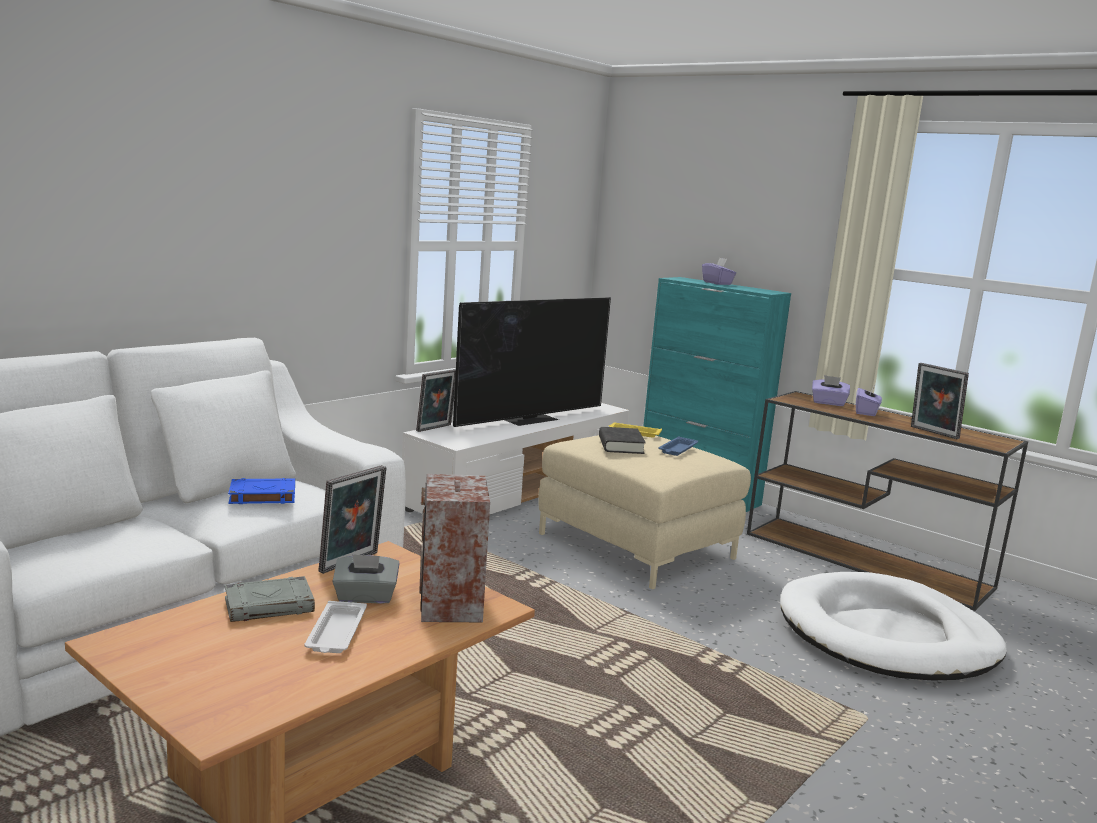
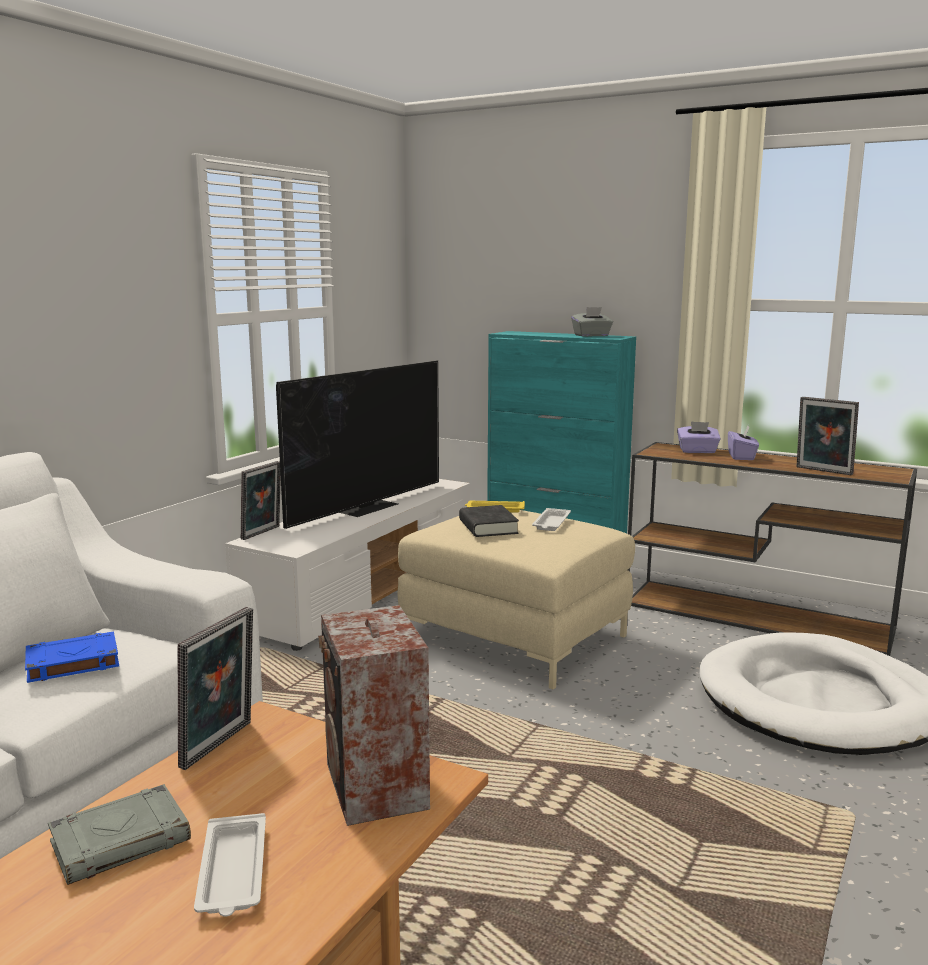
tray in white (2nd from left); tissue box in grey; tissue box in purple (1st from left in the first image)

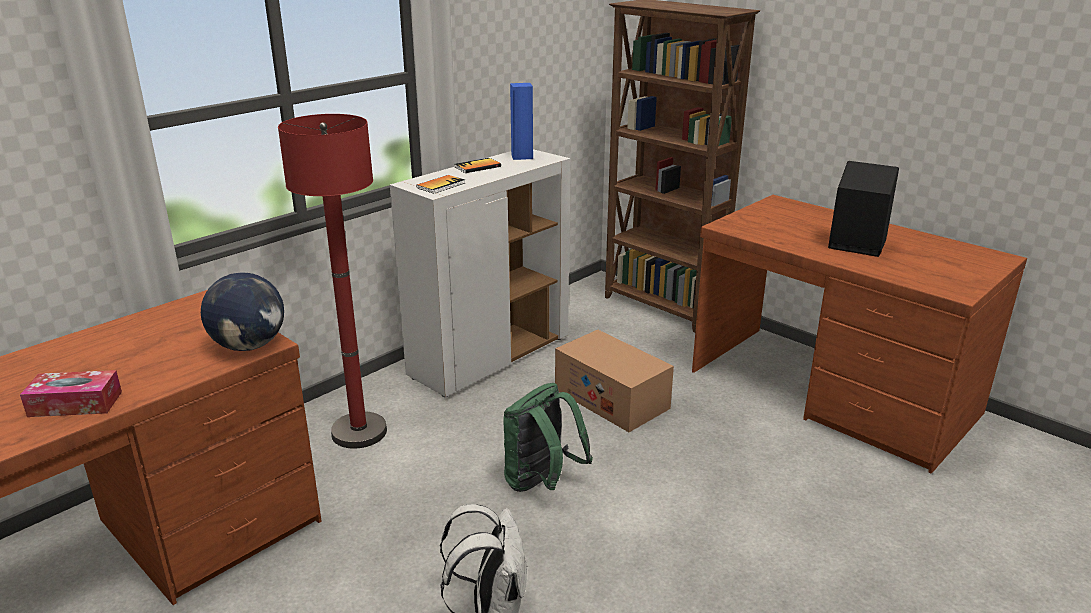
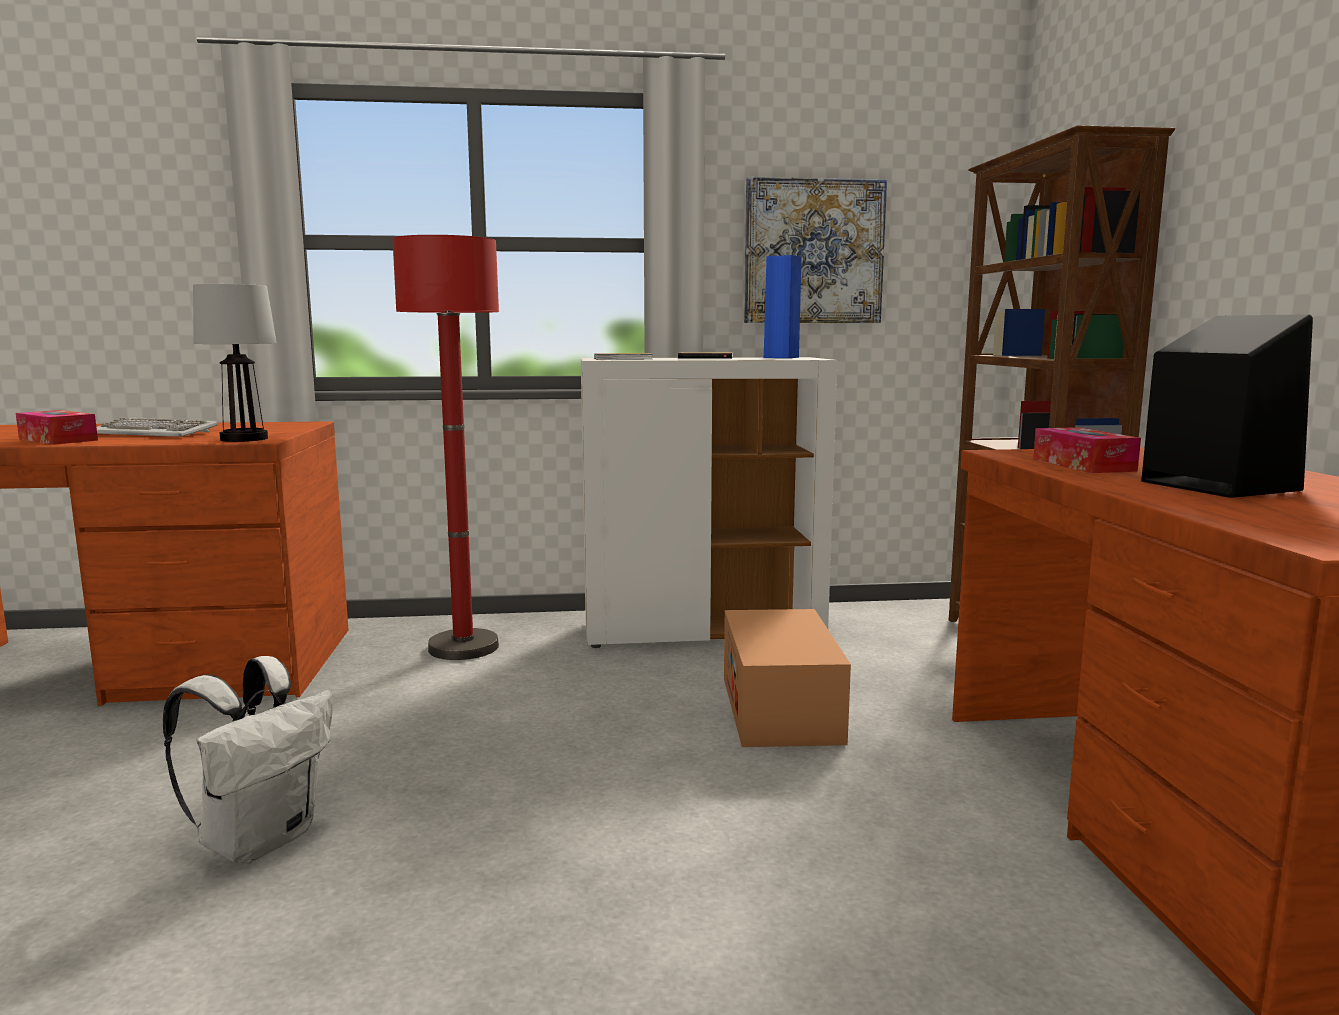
keyboard; table lamp; picture; tissue box (2nd from left); backpack in green

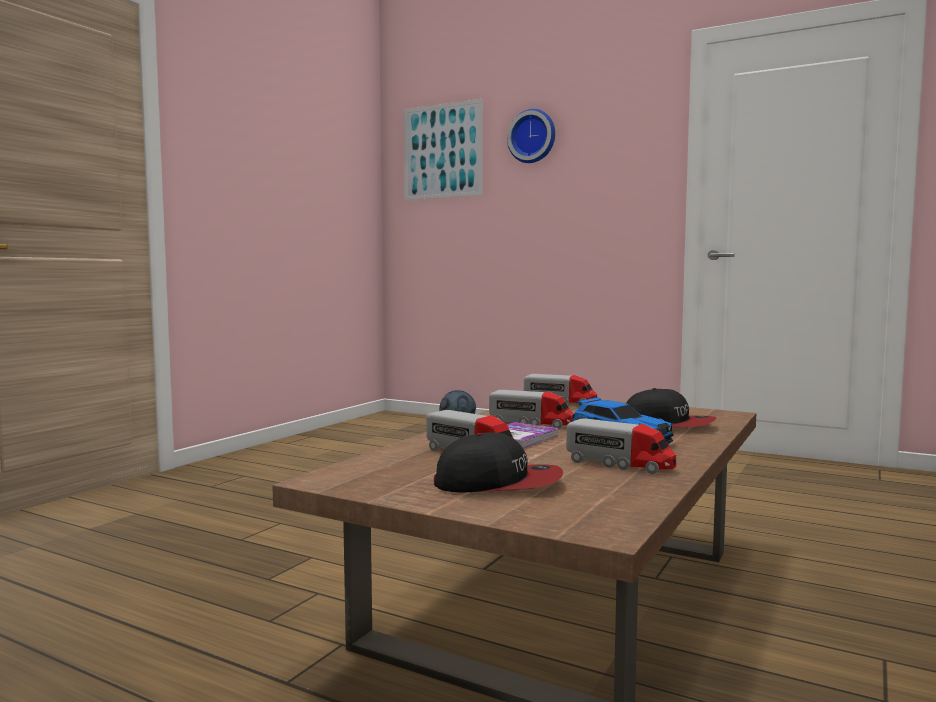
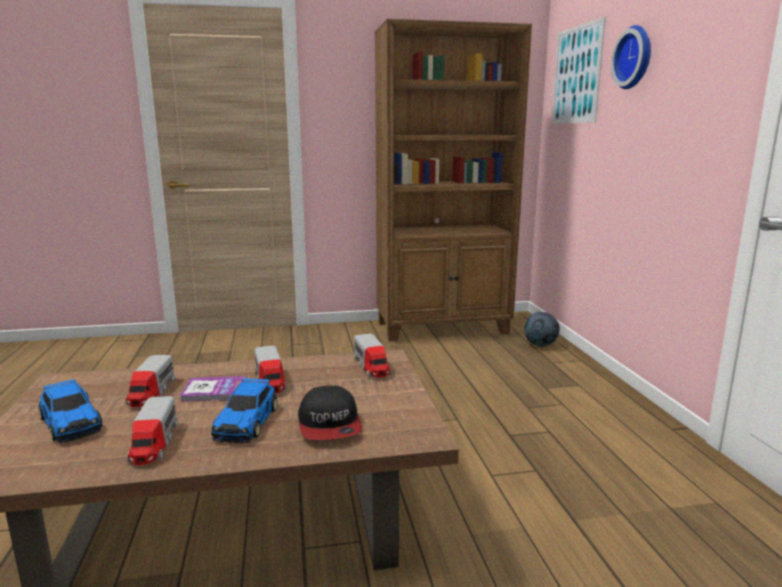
toy car (1st from left); bookcase in brown

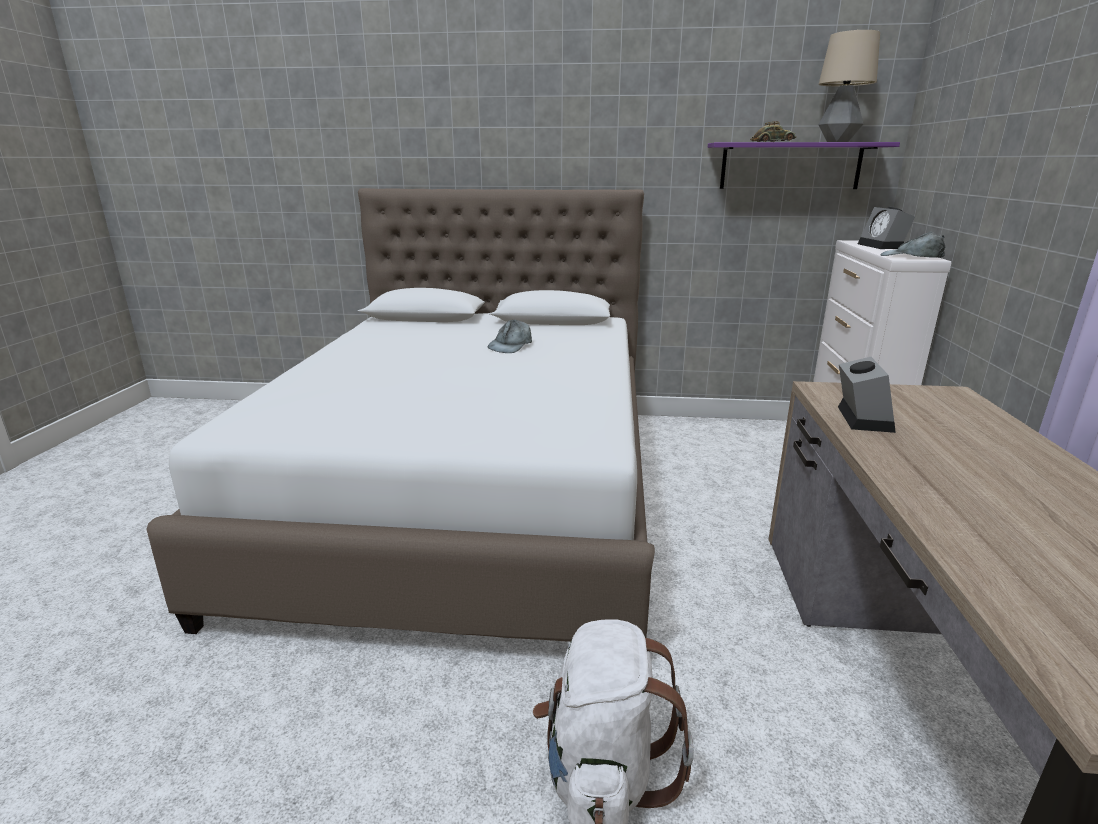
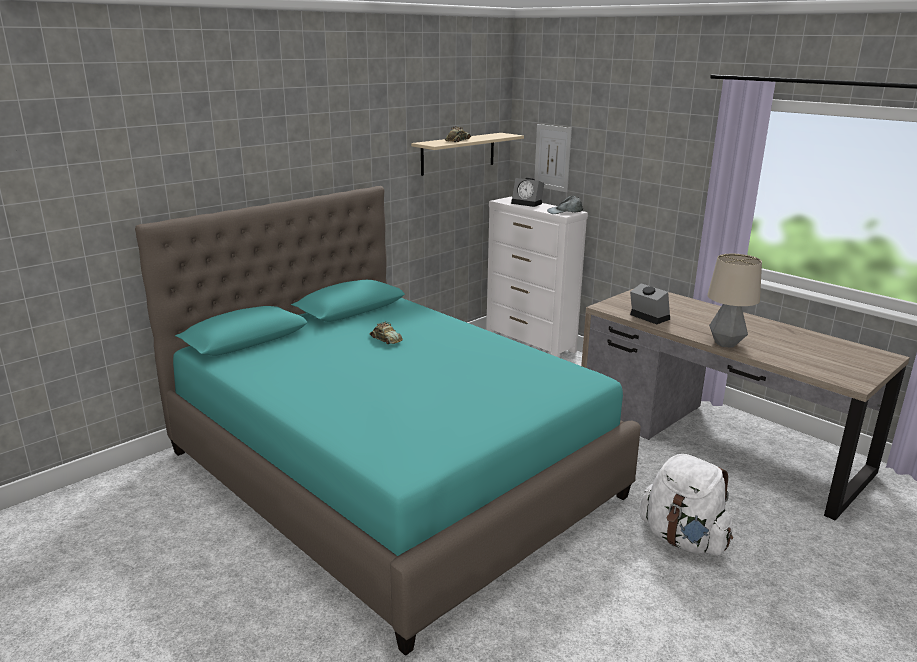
bed in turquoise; toy car (1st from left); shelf in beige; picture; table lamp

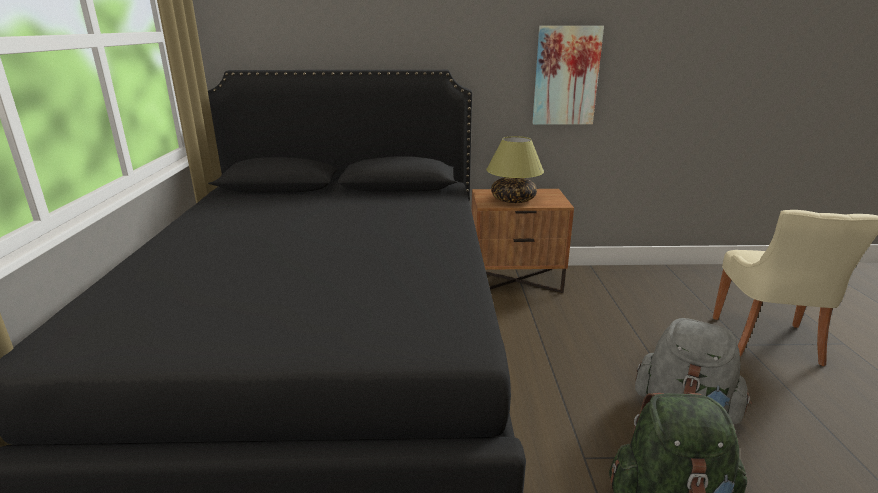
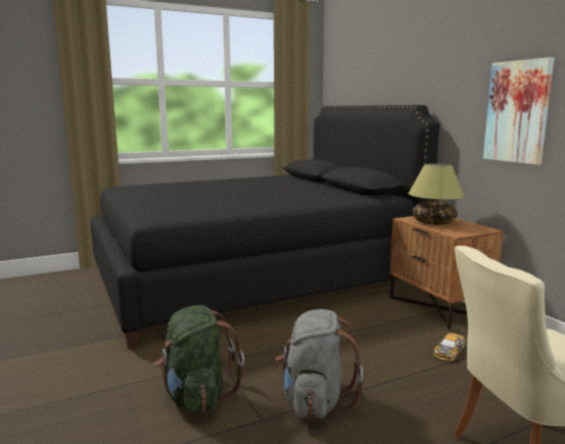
toy car

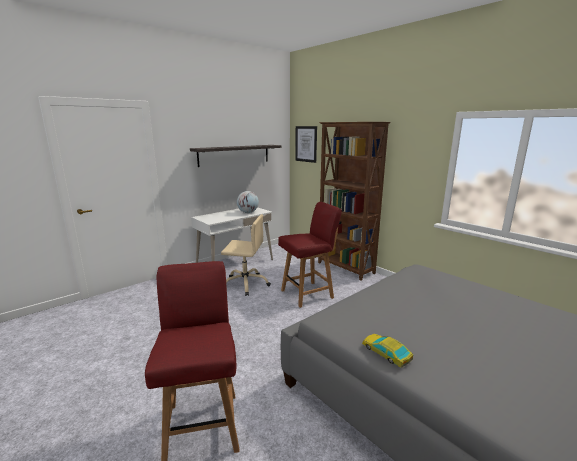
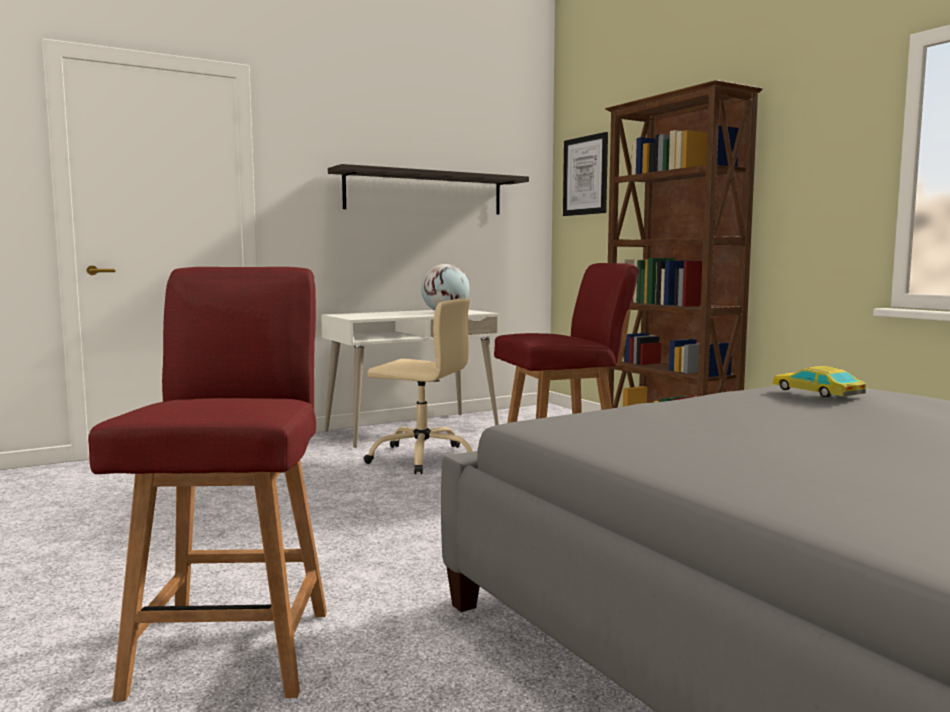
toy car

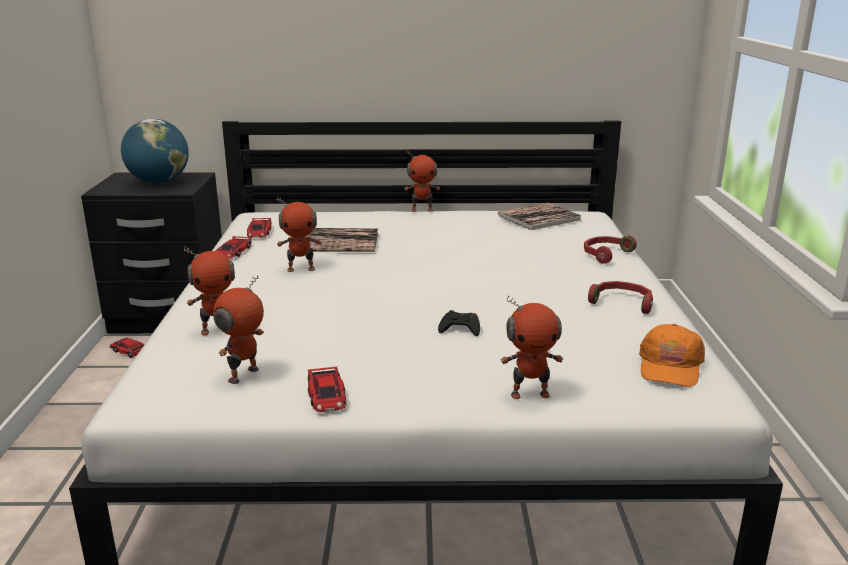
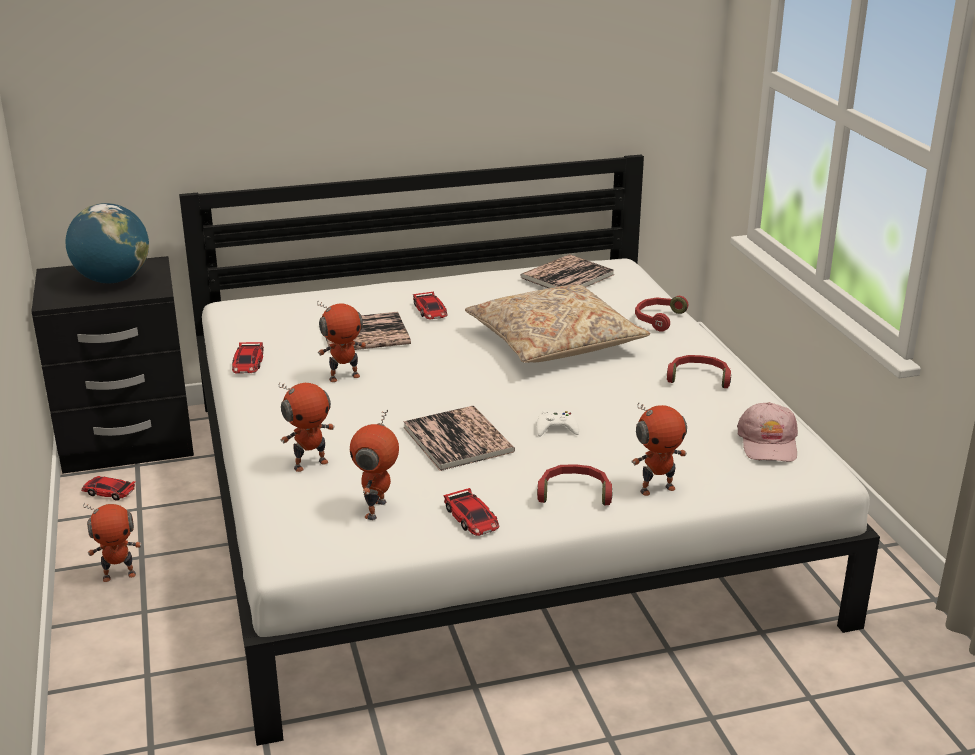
toy robot (1st from left); book (2nd from left); toy car (3rd from left); pillow in beige; game controller in white; headphones in red (1st from left); cap in pink

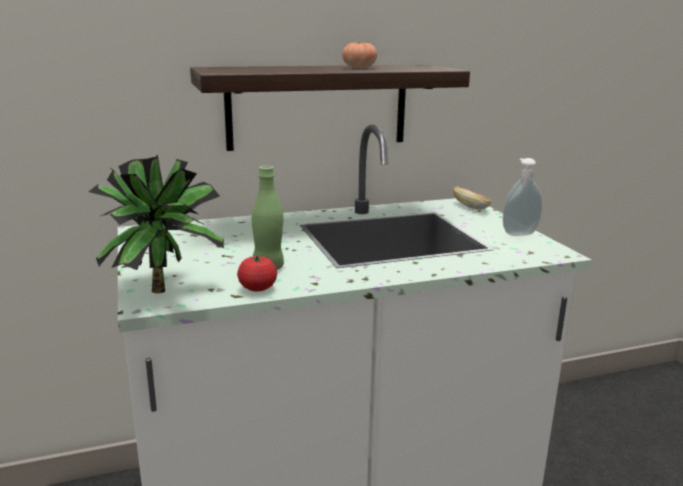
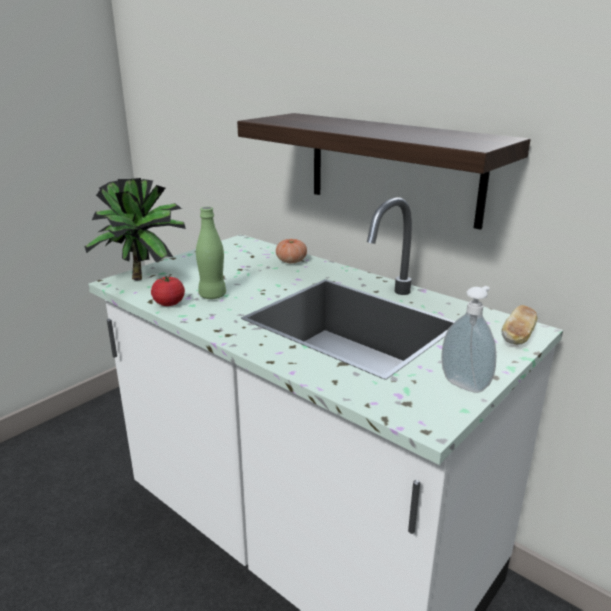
tomato (2nd from left)

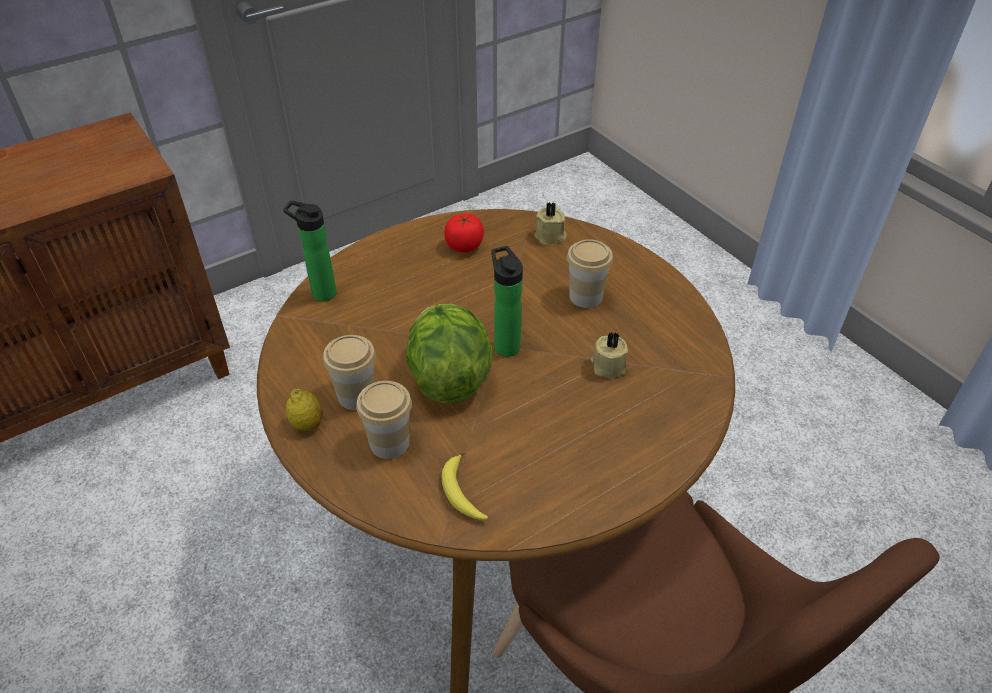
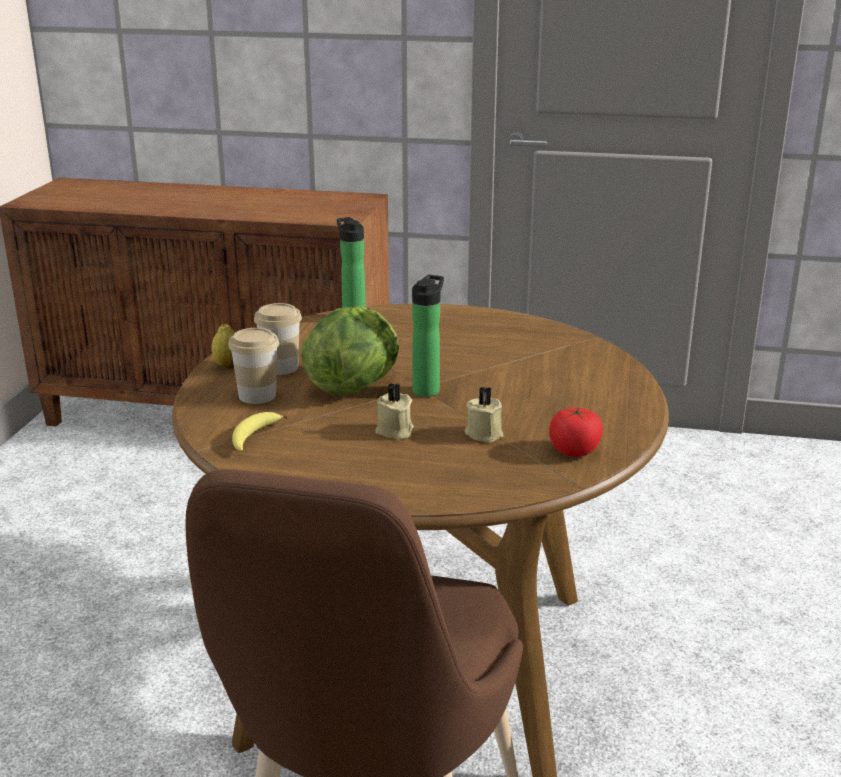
candle in beige (1st from left); tomato; cup (3rd from left in the first image)

